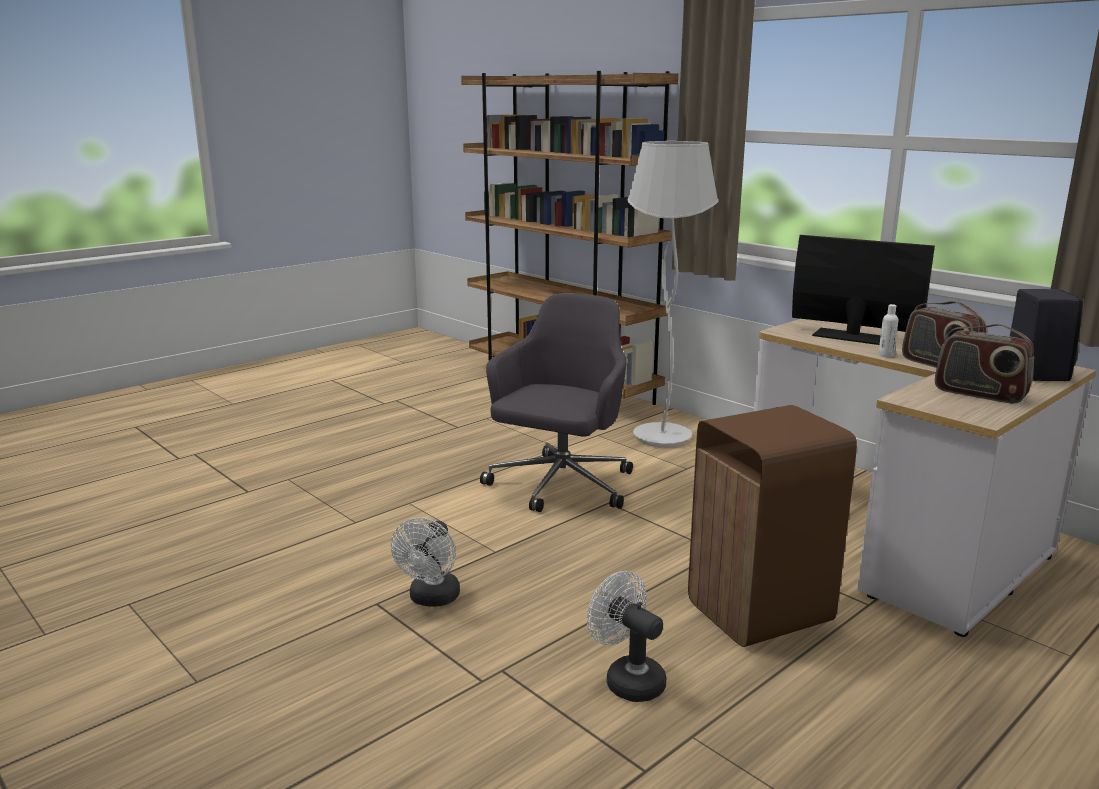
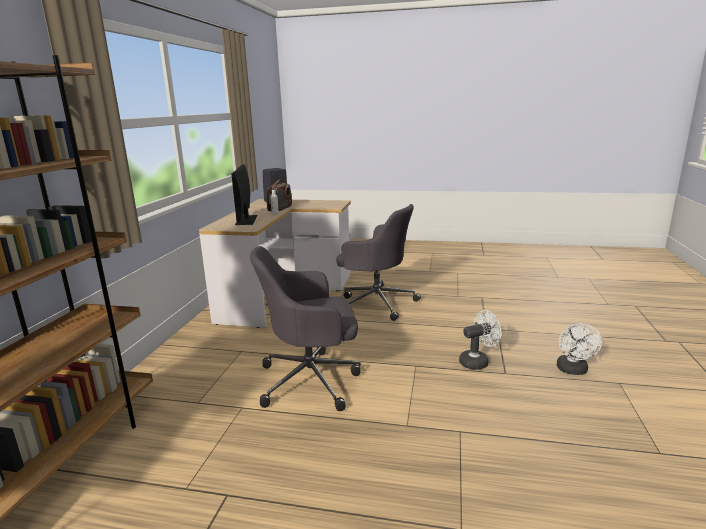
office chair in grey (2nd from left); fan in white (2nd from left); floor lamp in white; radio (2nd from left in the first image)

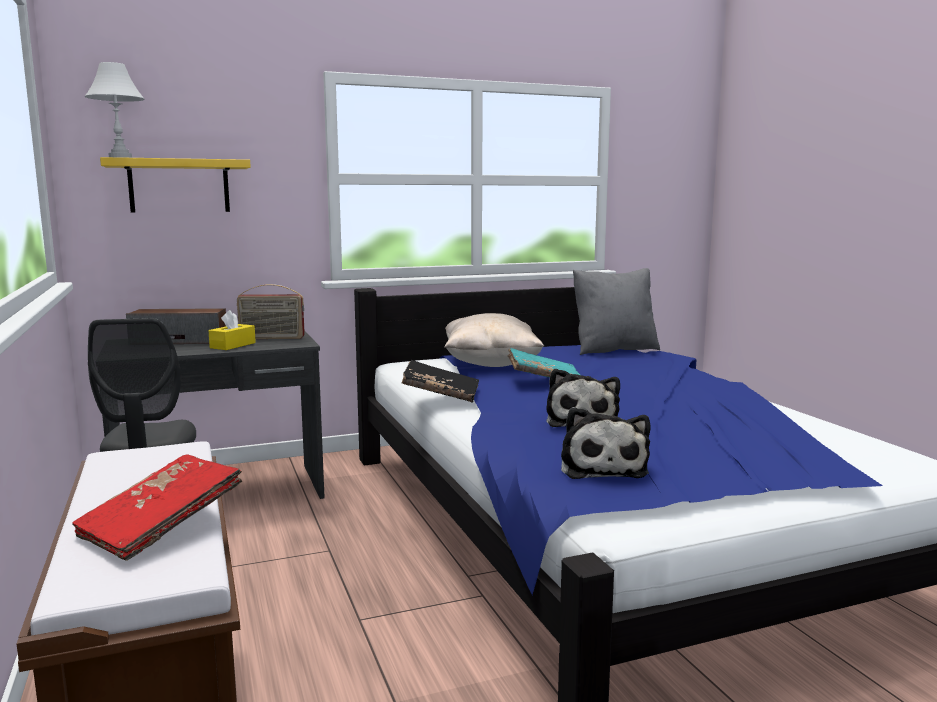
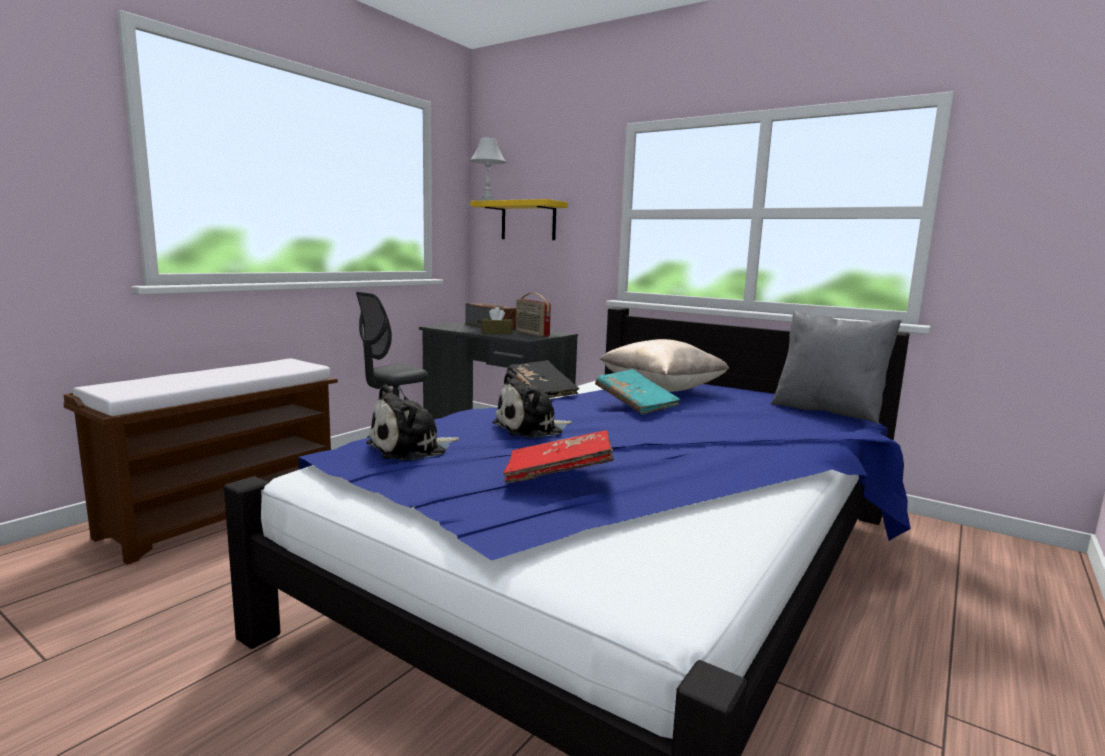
tissue box in brown; book in red

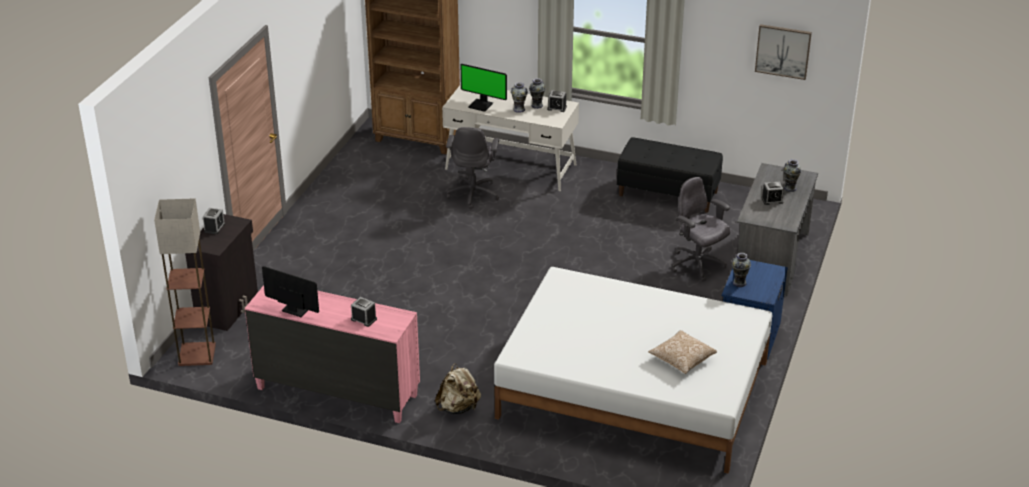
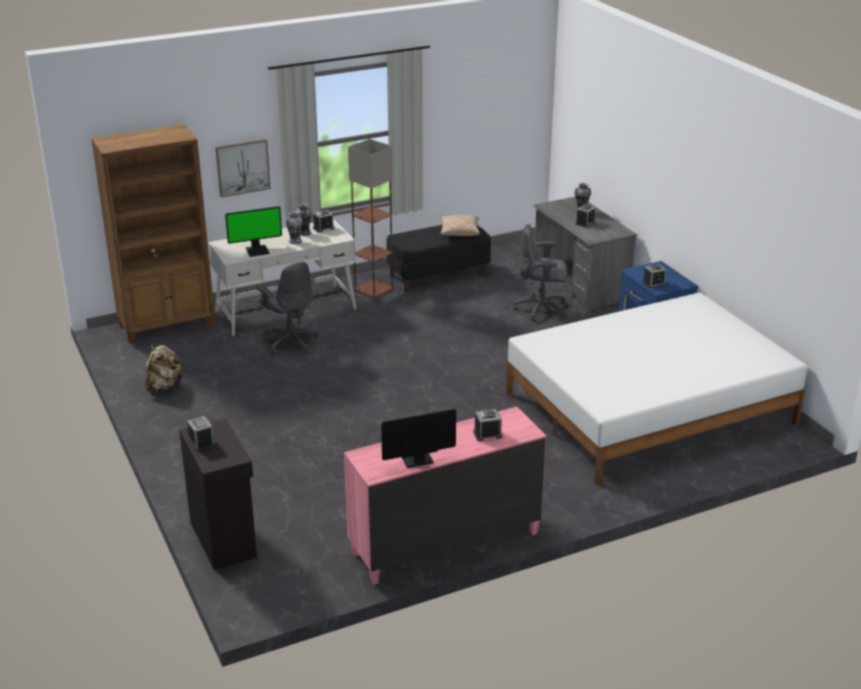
backpack in beige; picture; floor lamp; pillow; alarm clock (5th from left)

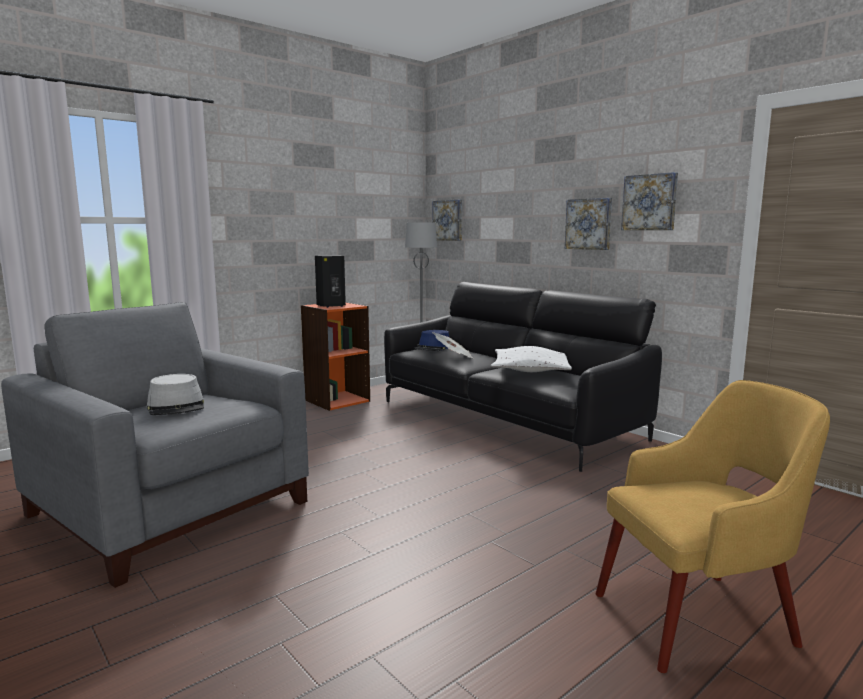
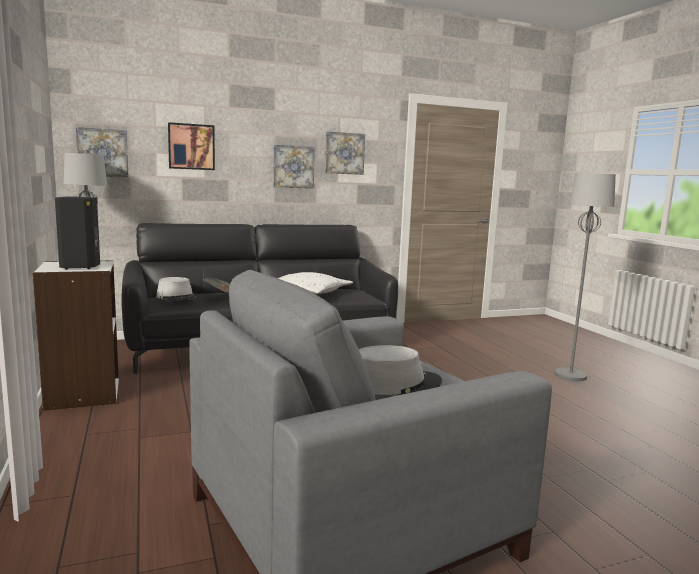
bookcase in white; hat in grey (1st from left); picture (2nd from left); floor lamp in grey (2nd from left)

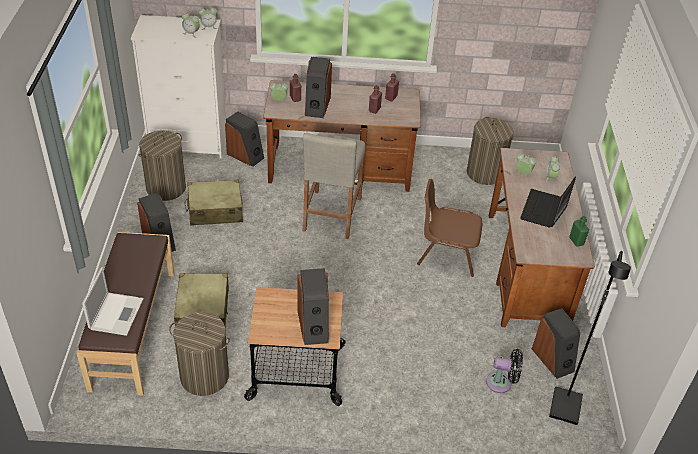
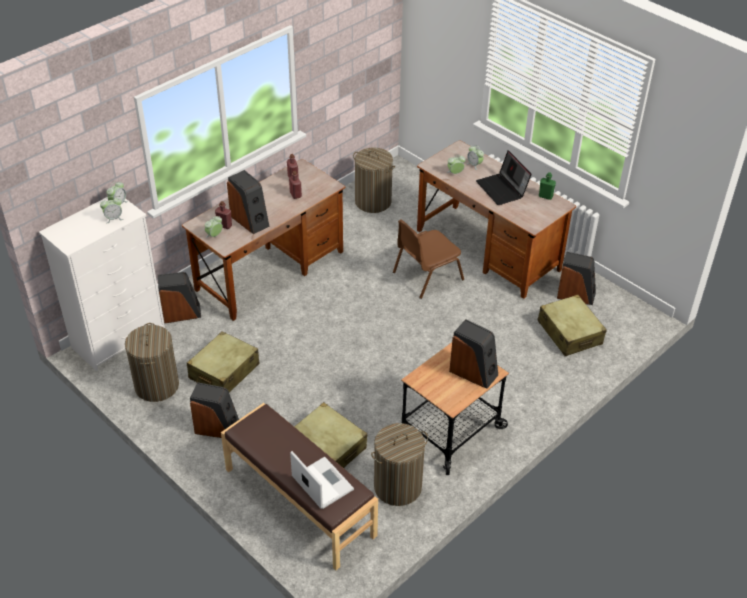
suitcase in beige (3rd from left); stool in beige; floor lamp in black

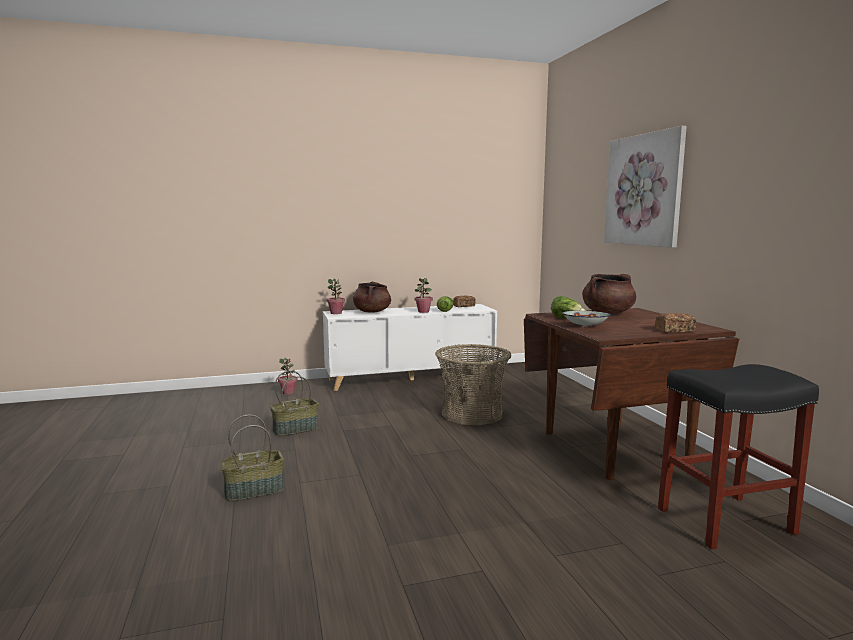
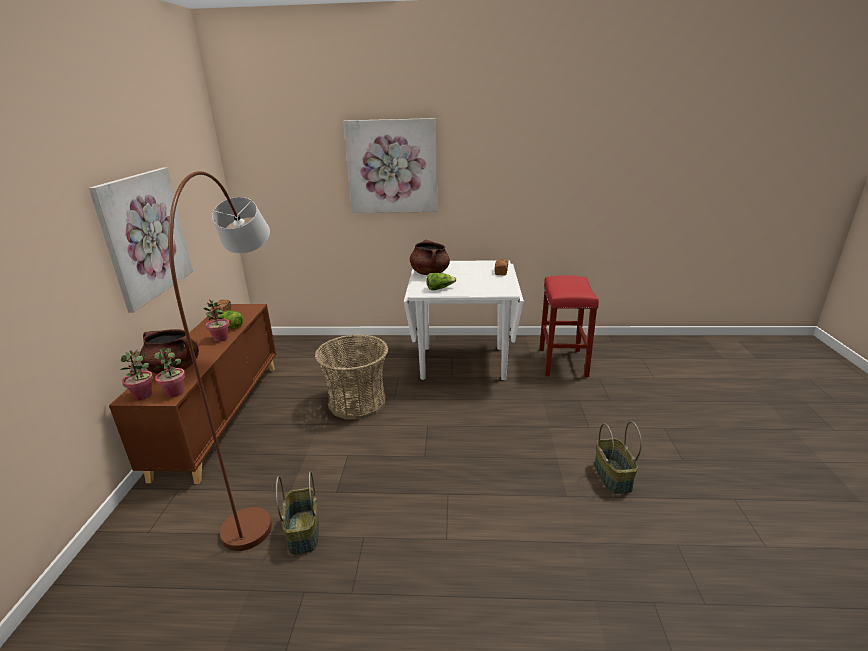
picture (1st from left); cabinet in brown; potted plant (2nd from left); floor lamp in brown; dining table in white; stool in red; basket (3rd from left); bowl

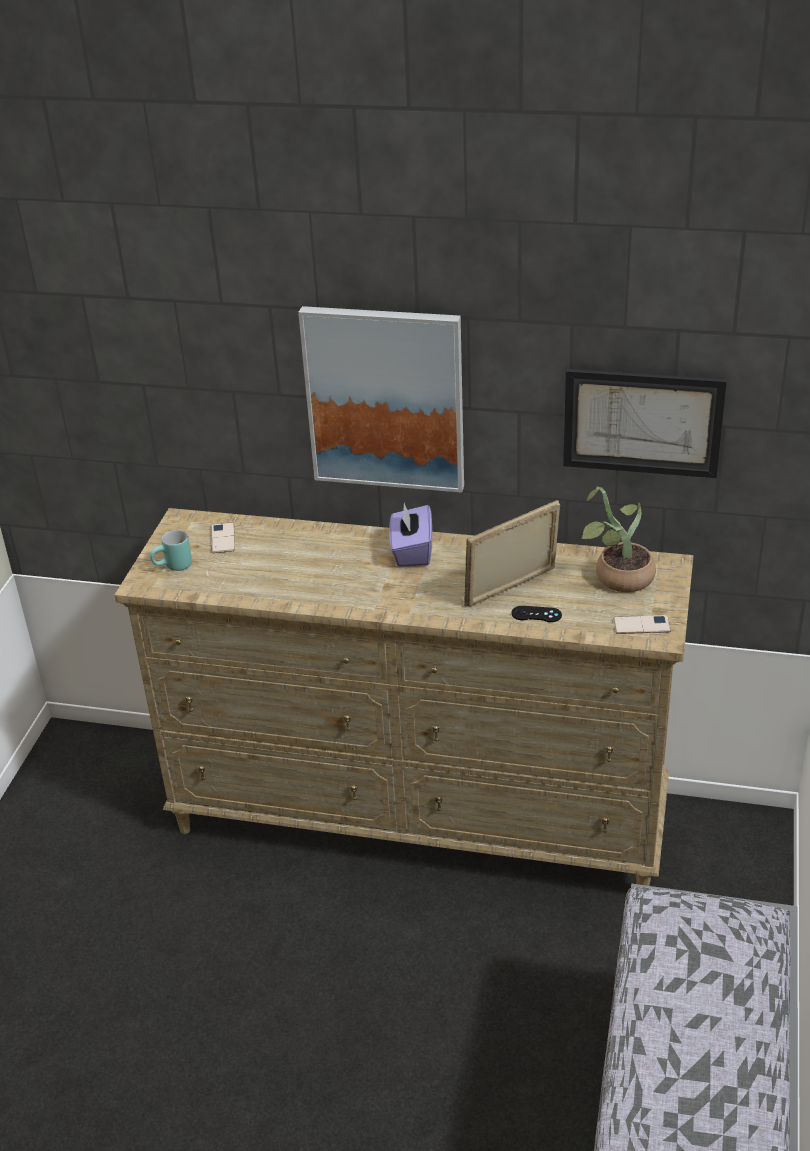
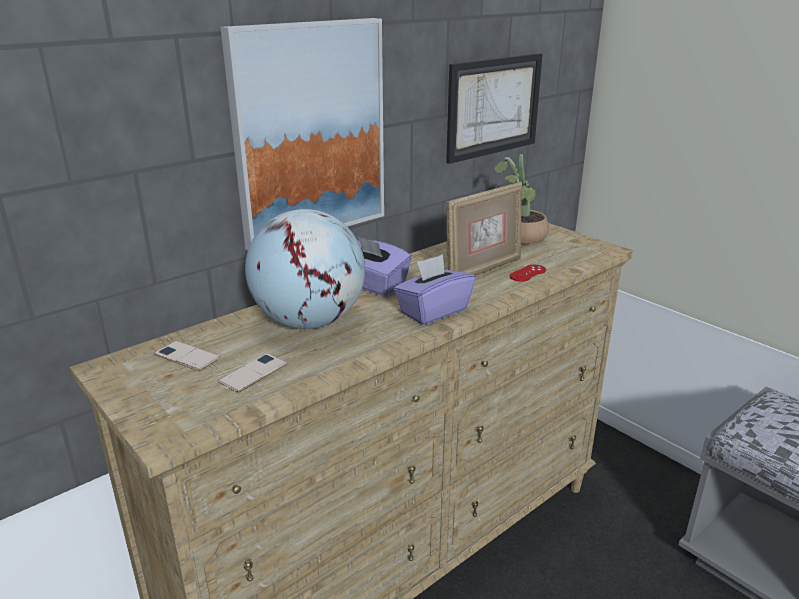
phone (2nd from left); globe; tissue box in purple (2nd from left); picture frame; game controller in red; mug in turquoise

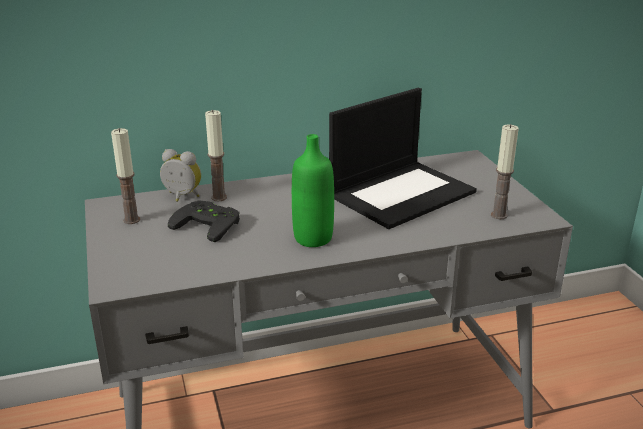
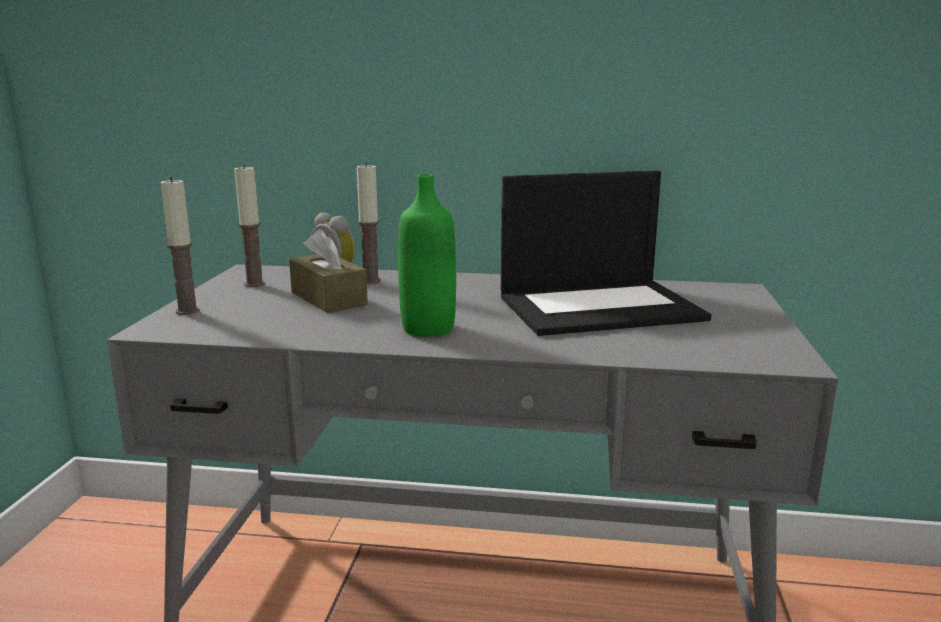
candle (1st from left); tissue box in brown

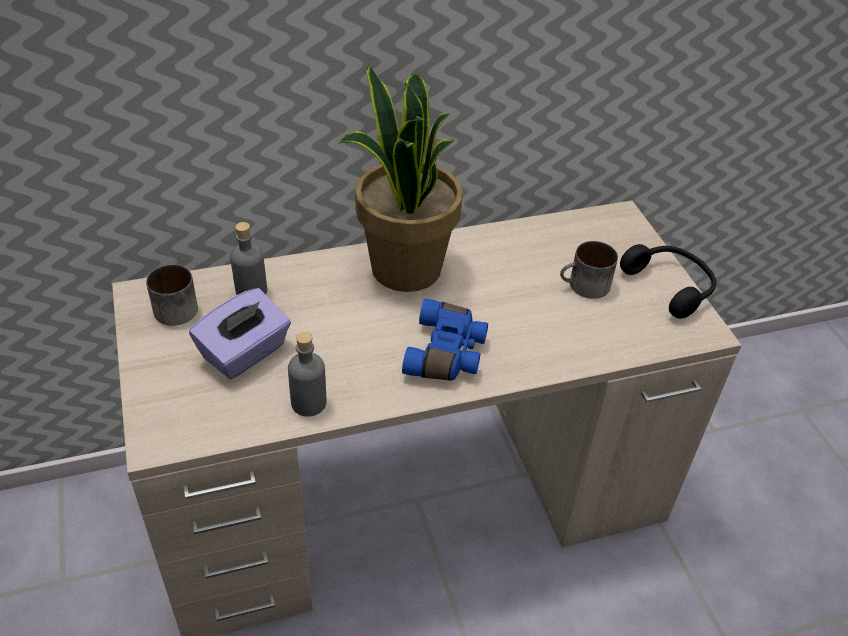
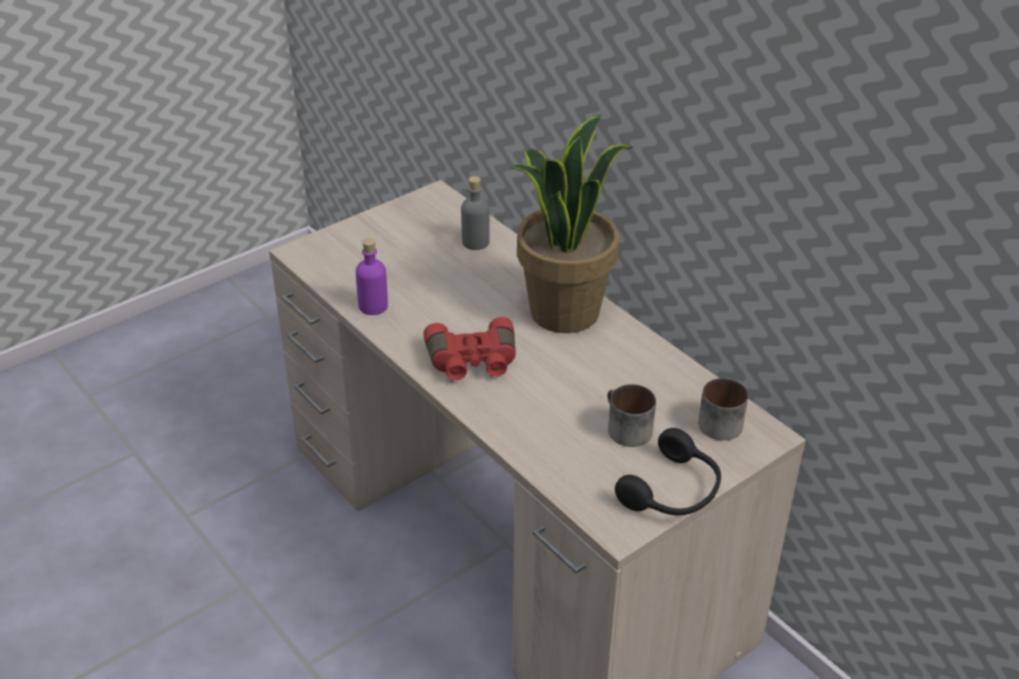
bottle in purple; binoculars in red; mug (2nd from left); tissue box in purple

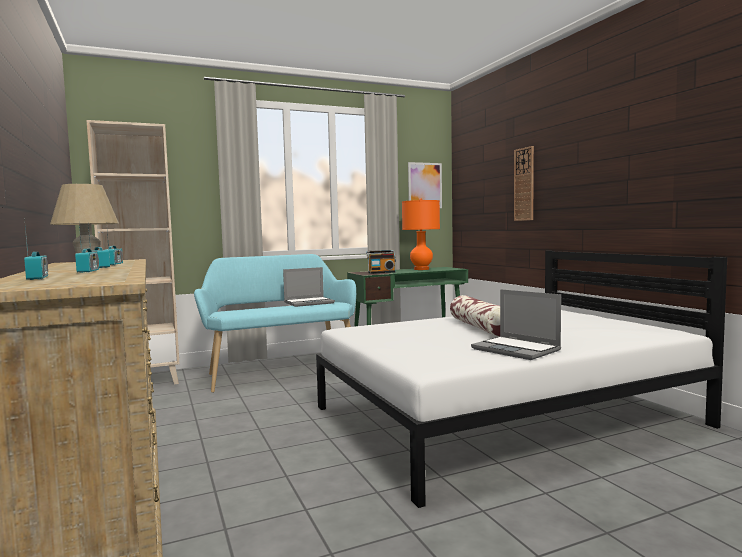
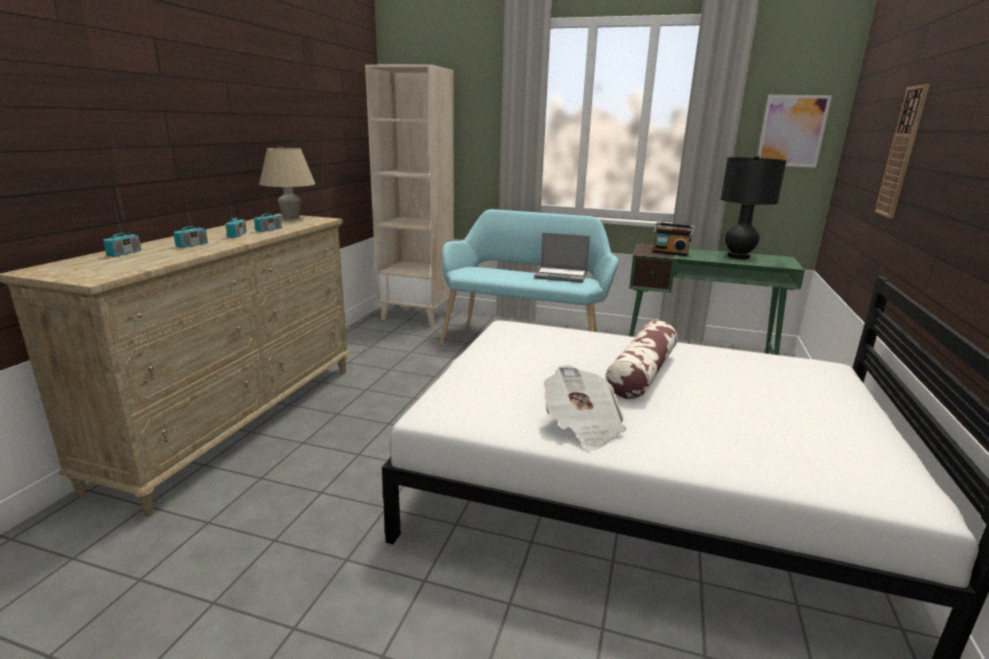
newspaper; table lamp in black

